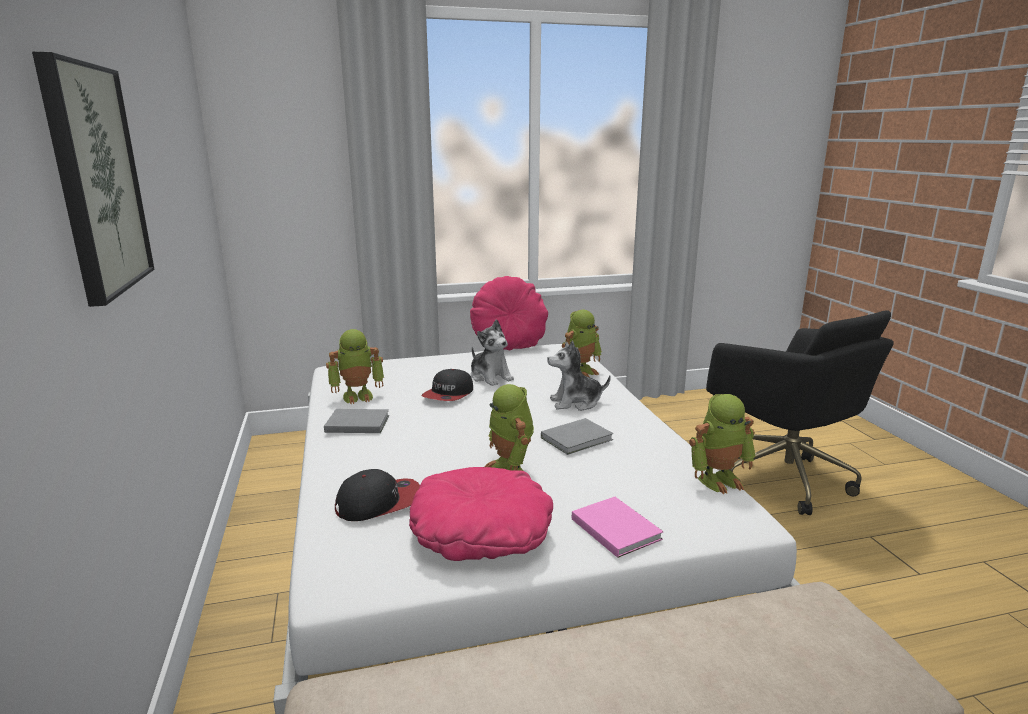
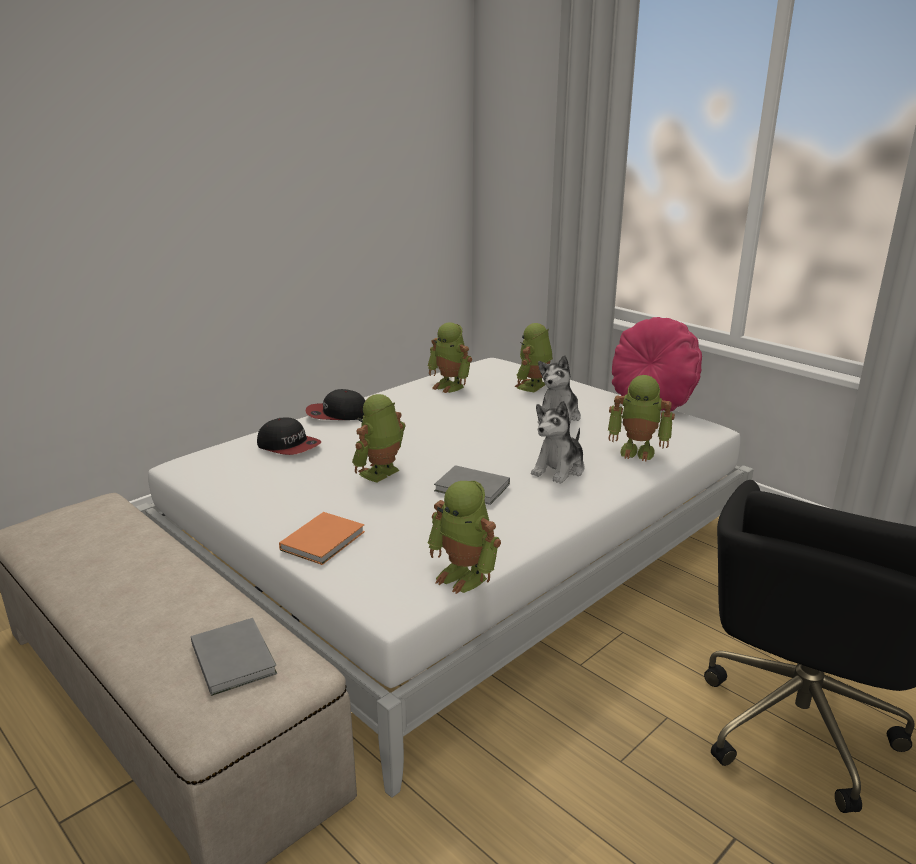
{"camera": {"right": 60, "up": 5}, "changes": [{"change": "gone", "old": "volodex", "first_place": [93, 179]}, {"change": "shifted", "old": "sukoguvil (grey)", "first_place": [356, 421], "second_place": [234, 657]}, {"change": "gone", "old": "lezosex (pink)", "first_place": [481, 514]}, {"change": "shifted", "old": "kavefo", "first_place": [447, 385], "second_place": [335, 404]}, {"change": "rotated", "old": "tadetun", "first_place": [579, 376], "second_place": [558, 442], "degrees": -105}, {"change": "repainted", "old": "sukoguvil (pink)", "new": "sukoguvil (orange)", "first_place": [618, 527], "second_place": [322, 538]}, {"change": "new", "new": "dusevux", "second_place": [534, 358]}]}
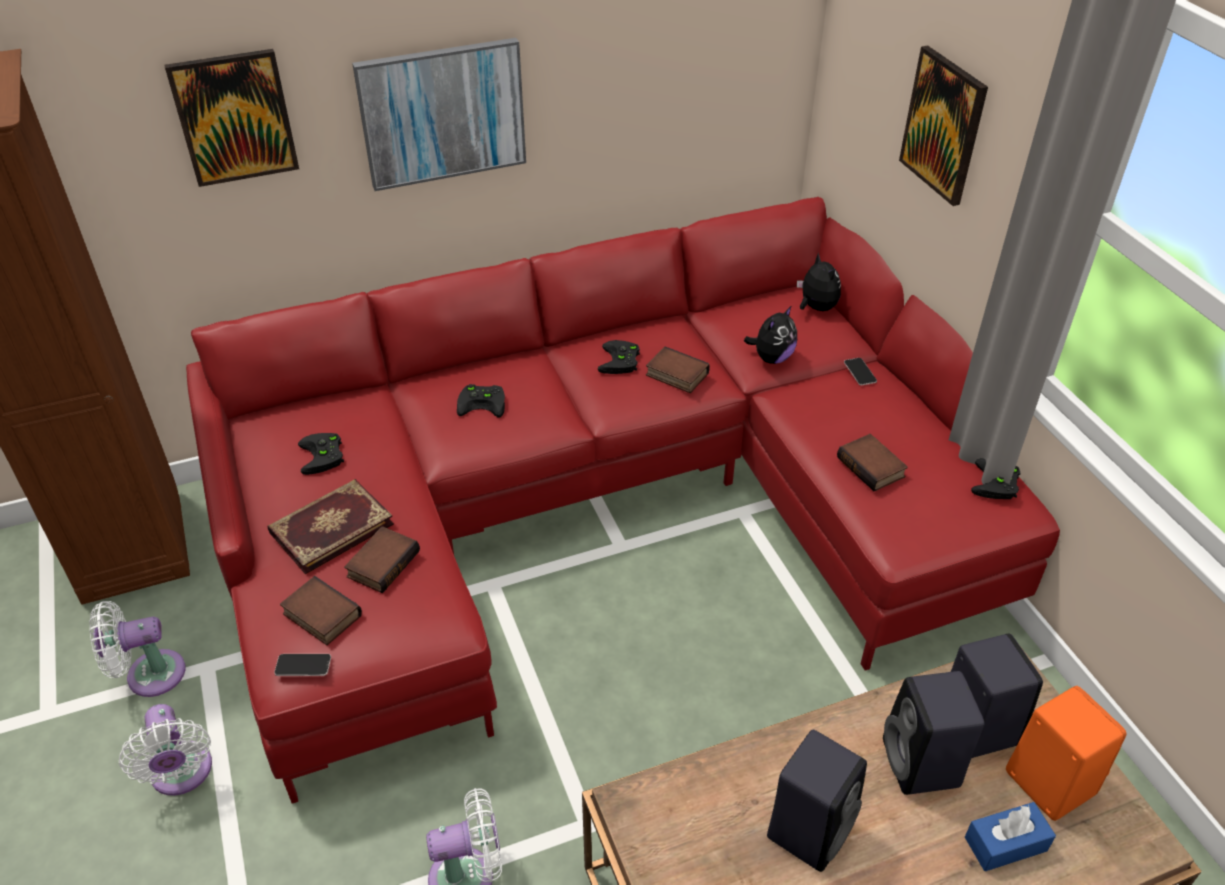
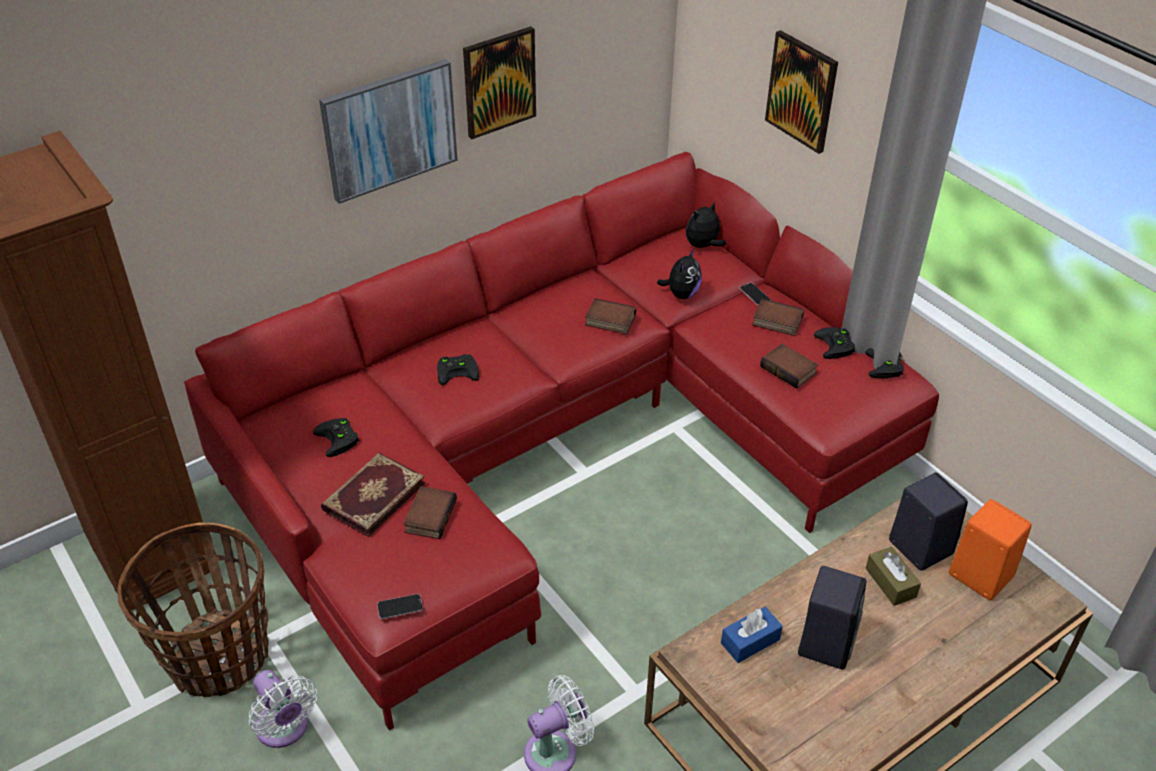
{"camera": {"right": -15, "up": 0}, "changes": [{"change": "swapped", "old": "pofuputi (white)", "new": "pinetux", "first_place": [137, 649], "second_place": [193, 609]}, {"change": "shifted", "old": "volodex", "first_place": [231, 118], "second_place": [499, 83]}, {"change": "shifted", "old": "sukoguvil", "first_place": [321, 610], "second_place": [778, 317]}, {"change": "shifted", "old": "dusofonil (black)", "first_place": [619, 357], "second_place": [834, 343]}, {"change": "rotated", "old": "tadetun", "first_place": [819, 282], "second_place": [706, 225], "degrees": -90}, {"change": "swapped", "old": "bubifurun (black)", "new": "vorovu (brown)", "first_place": [933, 733], "second_place": [893, 576]}, {"change": "shifted", "old": "vorovu (blue)", "first_place": [1010, 836], "second_place": [752, 635]}]}
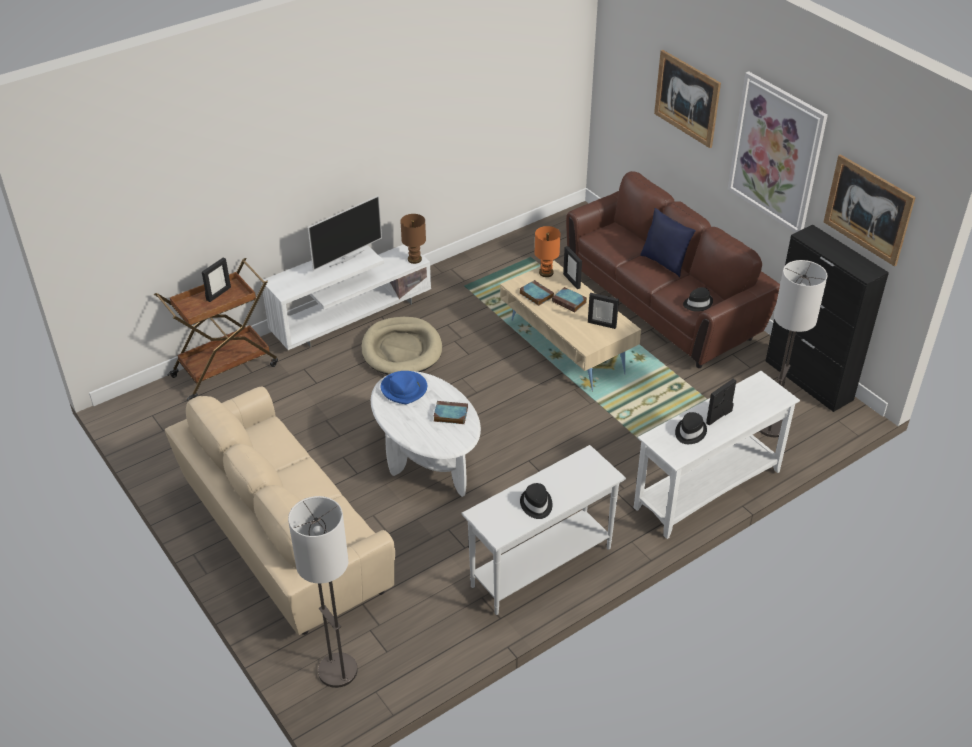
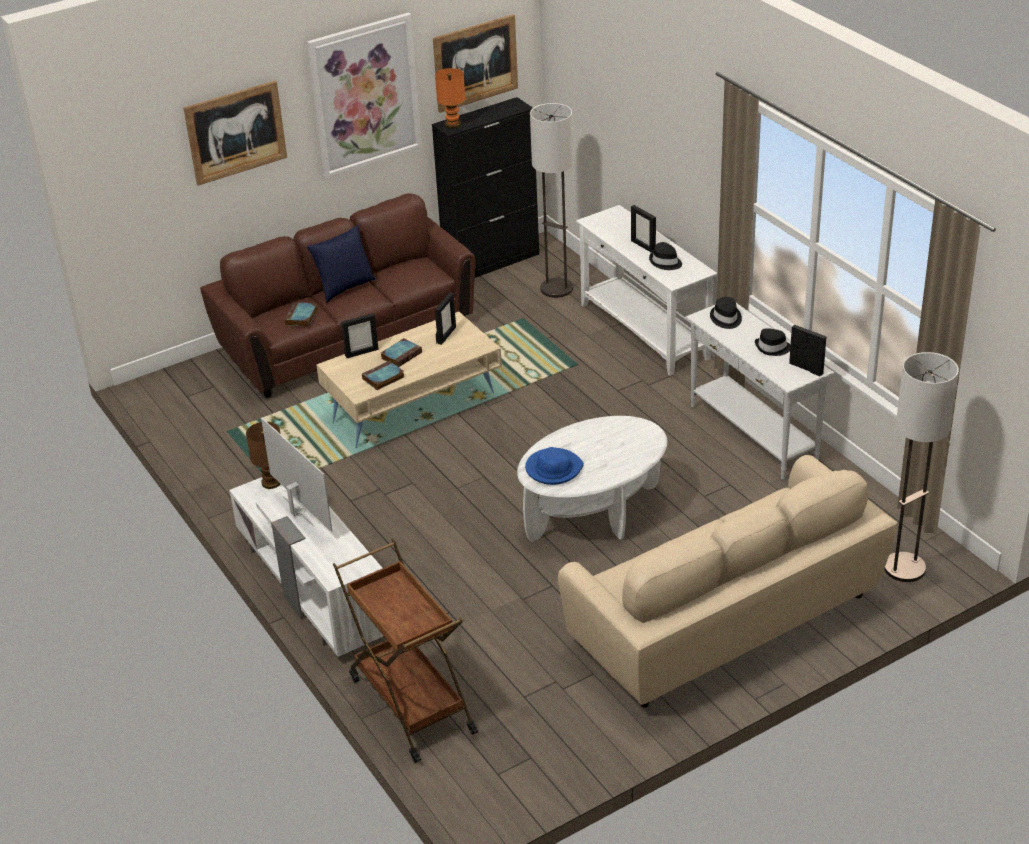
{"camera": {"right": -85, "up": -5}, "changes": [{"change": "shifted", "old": "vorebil", "first_place": [216, 279], "second_place": [807, 350]}, {"change": "gone", "old": "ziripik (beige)", "first_place": [401, 346]}, {"change": "shifted", "old": "sukoguvil", "first_place": [450, 412], "second_place": [301, 314]}, {"change": "shifted", "old": "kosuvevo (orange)", "first_place": [547, 251], "second_place": [450, 98]}, {"change": "shifted", "old": "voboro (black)", "first_place": [698, 299], "second_place": [726, 313]}]}
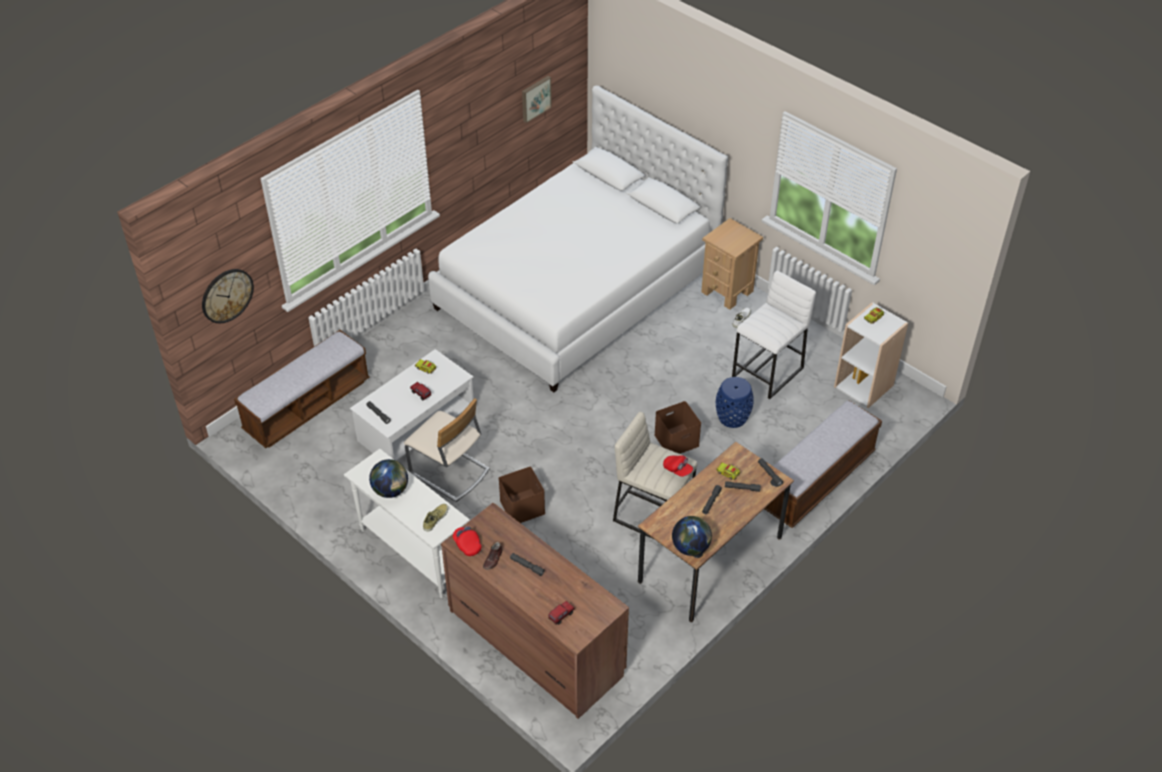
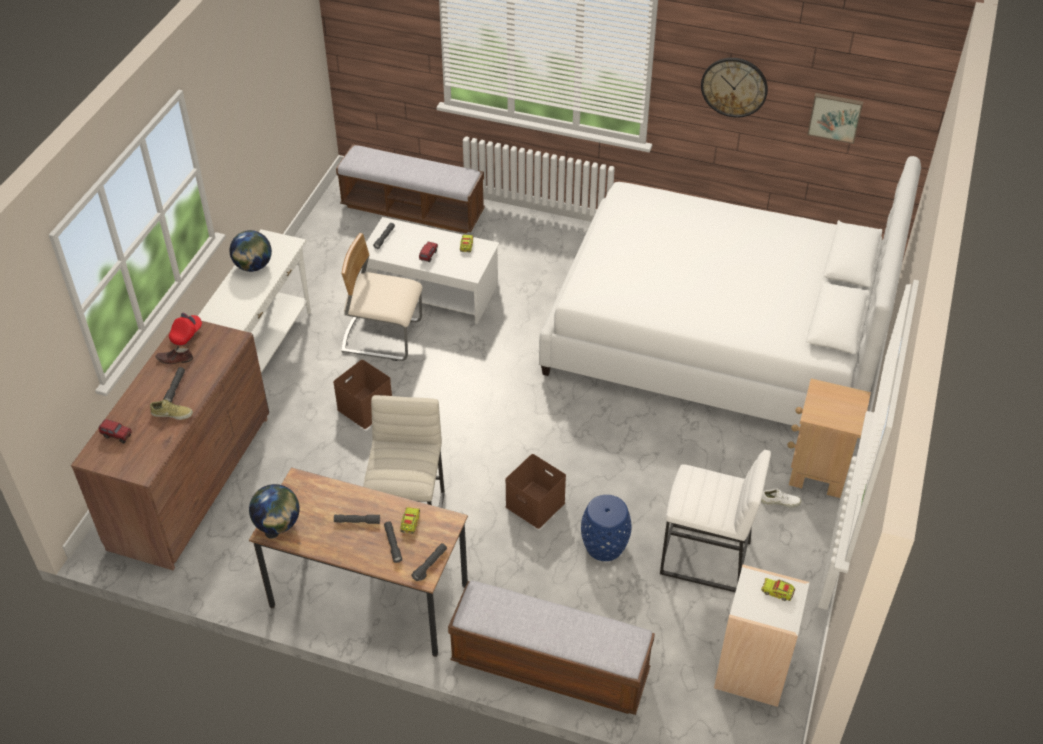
{"camera": {"right": 65, "up": 0}, "changes": [{"change": "shifted", "old": "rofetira", "first_place": [228, 296], "second_place": [734, 88]}, {"change": "rotated", "old": "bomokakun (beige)", "first_place": [447, 450], "second_place": [382, 297], "degrees": 90}, {"change": "shifted", "old": "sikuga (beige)", "first_place": [435, 518], "second_place": [171, 409]}, {"change": "gone", "old": "kavefo (red)", "first_place": [678, 466]}]}
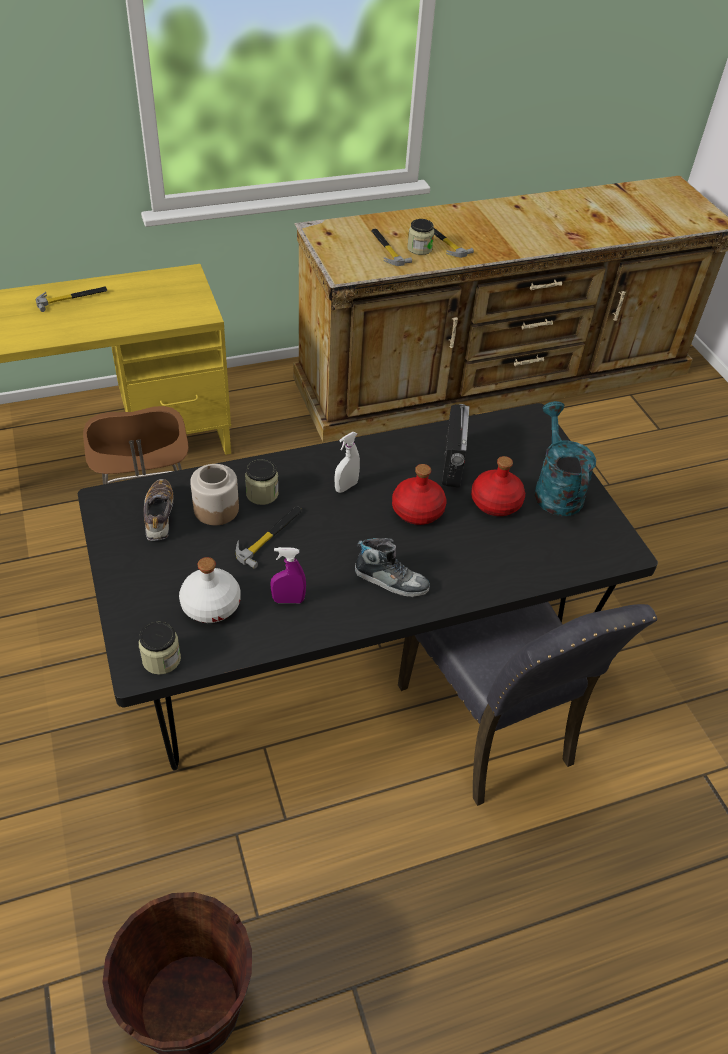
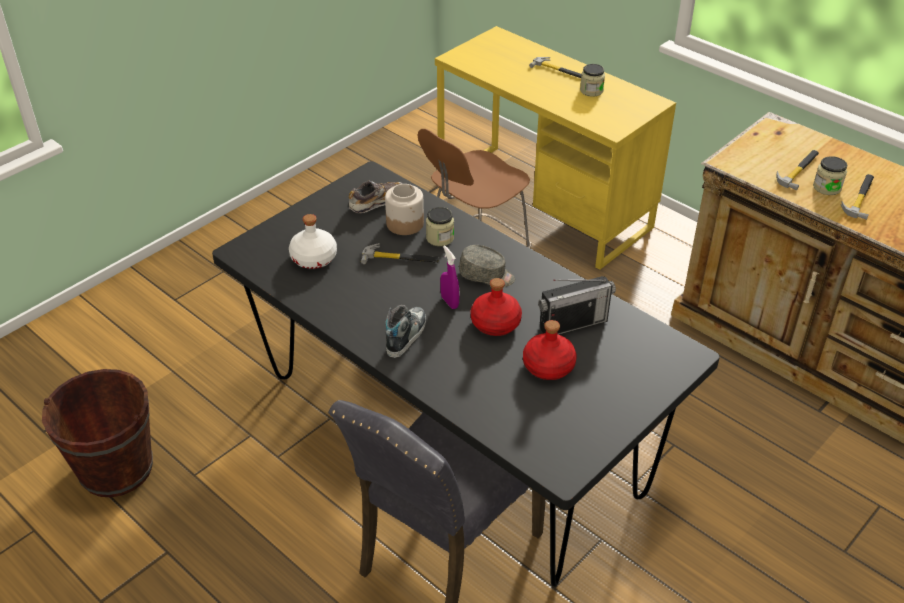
{"camera": {"right": 65, "up": -5}, "changes": [{"change": "shifted", "old": "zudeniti", "first_place": [160, 648], "second_place": [592, 80]}, {"change": "shifted", "old": "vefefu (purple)", "first_place": [288, 575], "second_place": [449, 277]}, {"change": "swapped", "old": "vefefu (white)", "new": "kavefo (grey)", "first_place": [347, 462], "second_place": [487, 266]}, {"change": "rotated", "old": "sikuga", "first_place": [392, 567], "second_place": [405, 331], "degrees": -150}, {"change": "gone", "old": "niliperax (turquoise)", "first_place": [565, 458]}]}
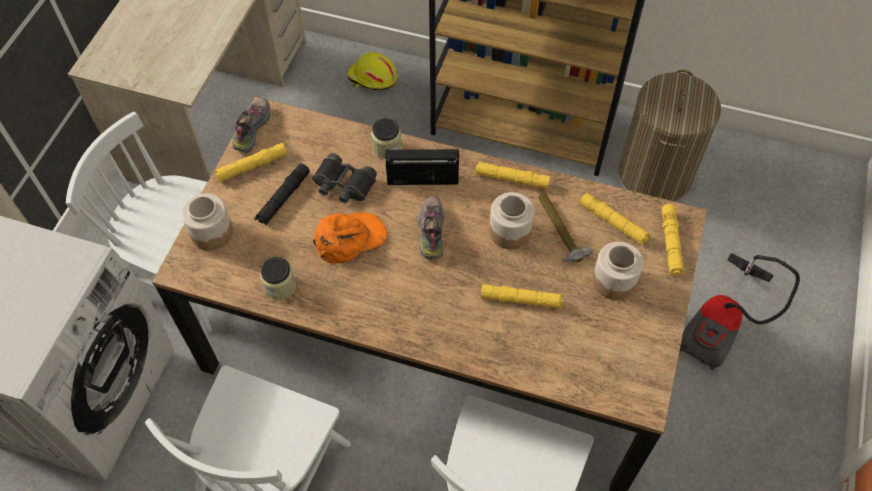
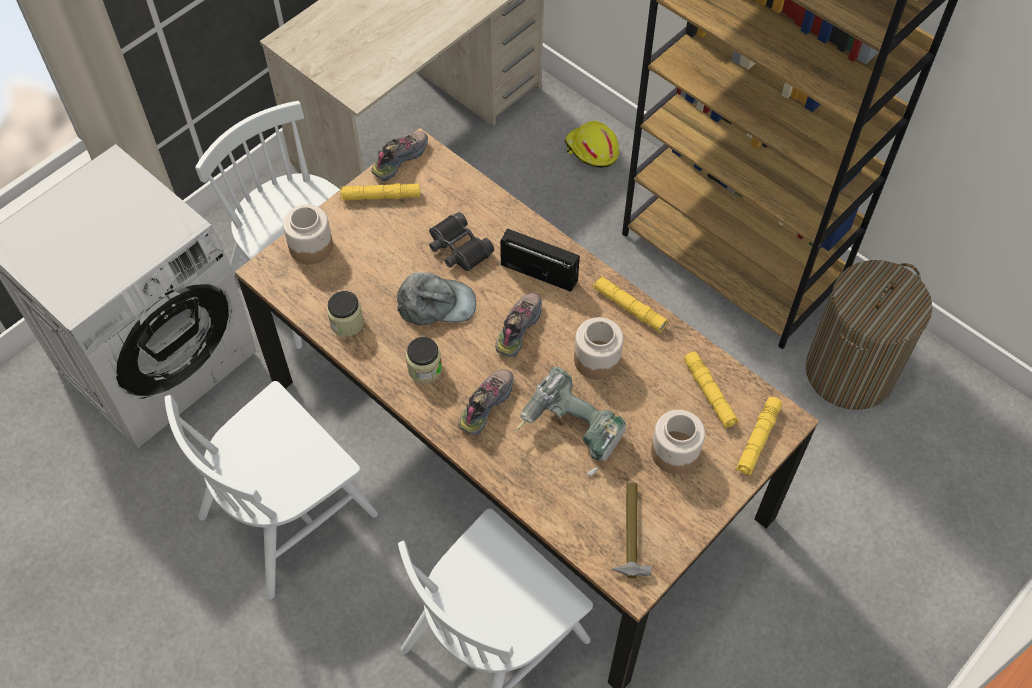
{"camera": {"right": 25, "up": 0}, "changes": [{"change": "gone", "old": "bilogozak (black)", "first_place": [282, 194]}, {"change": "repainted", "old": "kavefo (orange)", "new": "kavefo (grey)", "first_place": [350, 238], "second_place": [436, 298]}, {"change": "shifted", "old": "zudeniti", "first_place": [386, 138], "second_place": [424, 360]}, {"change": "swapped", "old": "bilogozak (yellow)", "new": "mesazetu", "first_place": [522, 296], "second_place": [570, 421]}, {"change": "shifted", "old": "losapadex", "first_place": [565, 228], "second_place": [632, 530]}, {"change": "gone", "old": "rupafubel", "first_place": [740, 311]}, {"change": "new", "new": "sikuga", "second_place": [486, 402]}]}
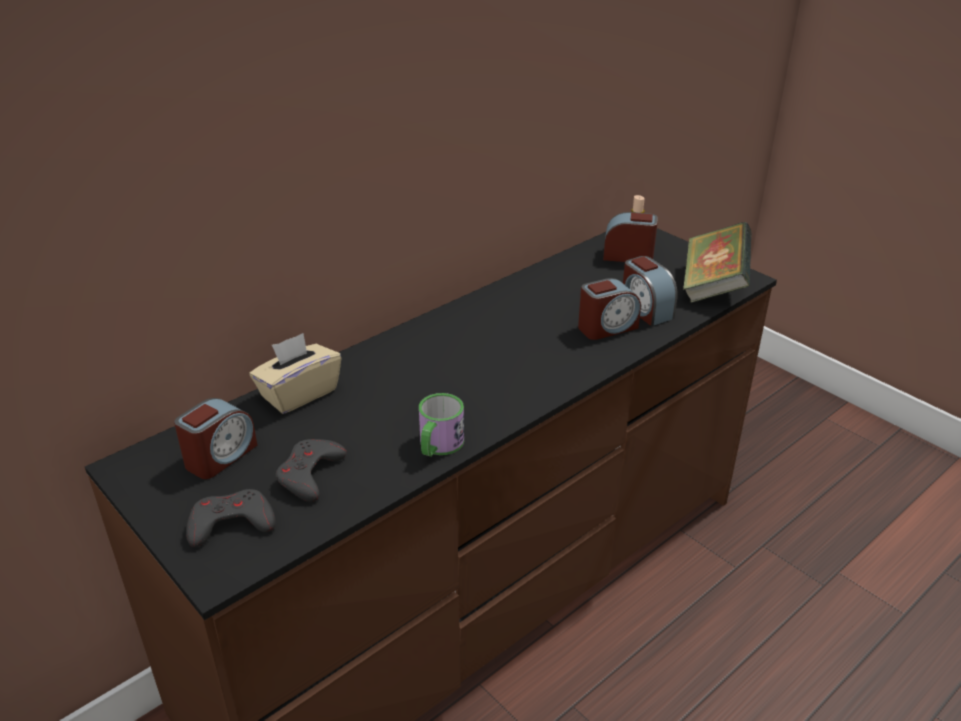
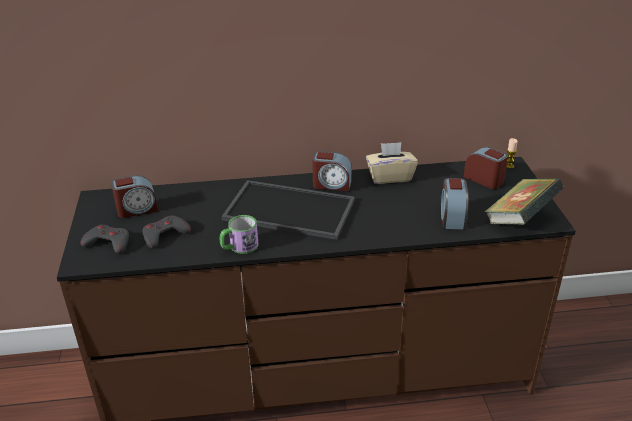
{"camera": {"right": 35, "up": 0}, "changes": [{"change": "shifted", "old": "vorovu (beige)", "first_place": [295, 373], "second_place": [392, 163]}, {"change": "shifted", "old": "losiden", "first_place": [609, 309], "second_place": [332, 171]}, {"change": "new", "new": "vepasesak", "second_place": [288, 210]}]}
